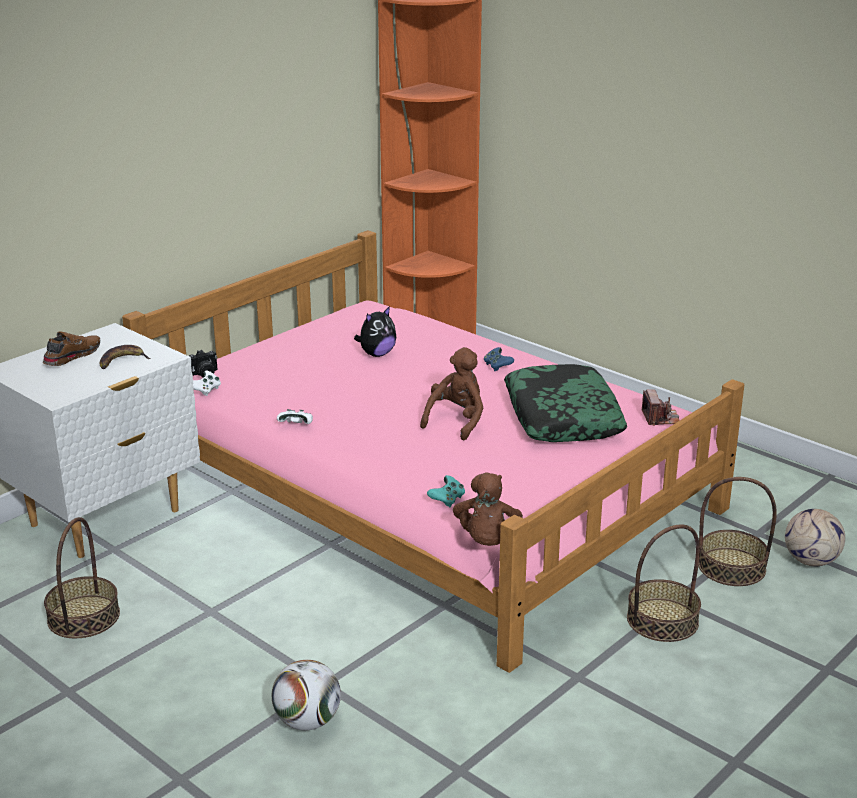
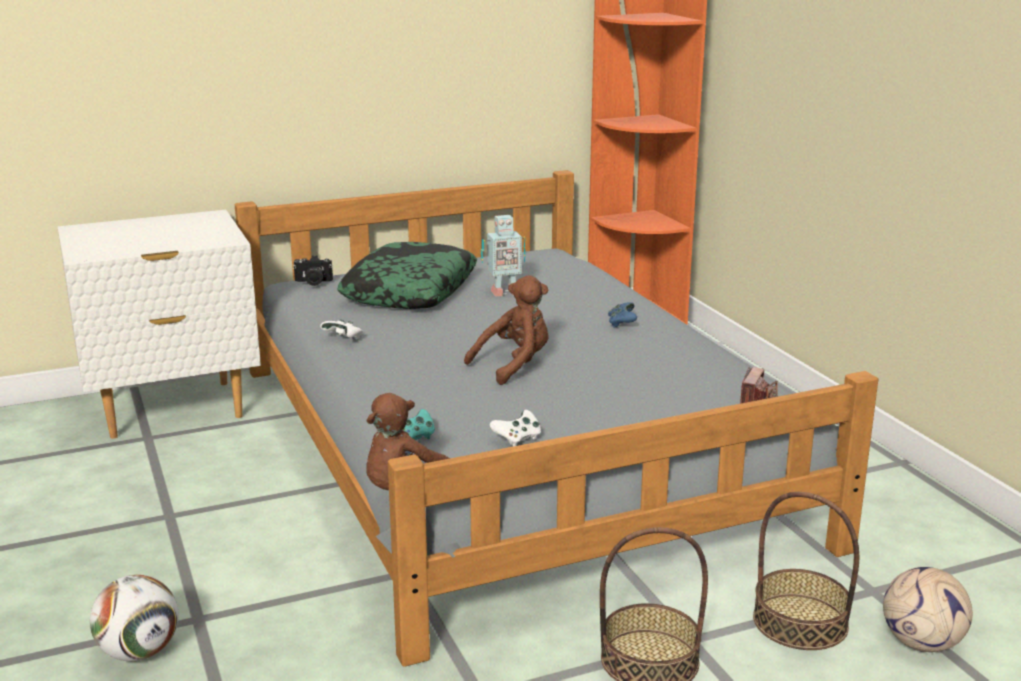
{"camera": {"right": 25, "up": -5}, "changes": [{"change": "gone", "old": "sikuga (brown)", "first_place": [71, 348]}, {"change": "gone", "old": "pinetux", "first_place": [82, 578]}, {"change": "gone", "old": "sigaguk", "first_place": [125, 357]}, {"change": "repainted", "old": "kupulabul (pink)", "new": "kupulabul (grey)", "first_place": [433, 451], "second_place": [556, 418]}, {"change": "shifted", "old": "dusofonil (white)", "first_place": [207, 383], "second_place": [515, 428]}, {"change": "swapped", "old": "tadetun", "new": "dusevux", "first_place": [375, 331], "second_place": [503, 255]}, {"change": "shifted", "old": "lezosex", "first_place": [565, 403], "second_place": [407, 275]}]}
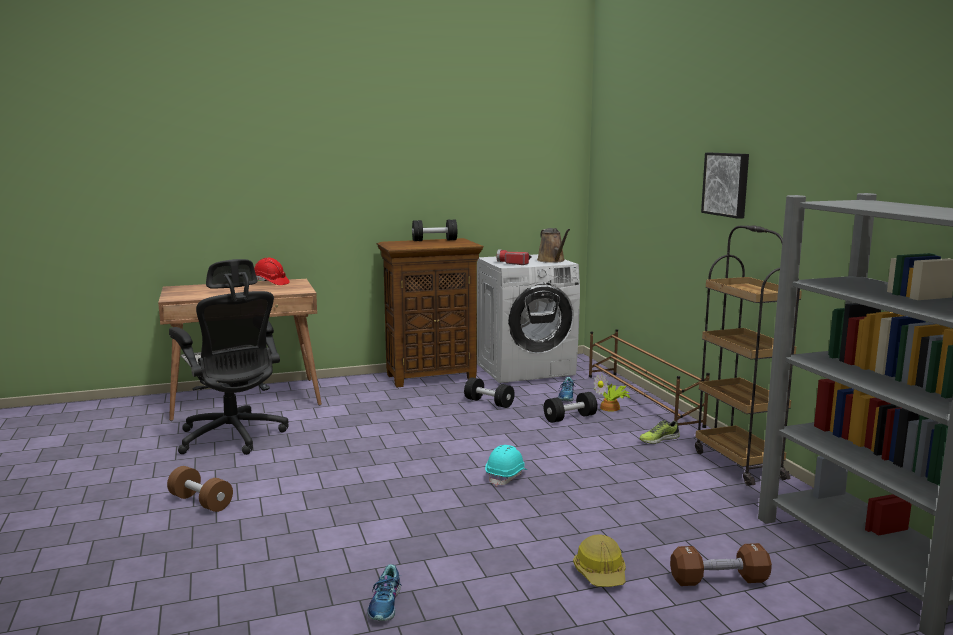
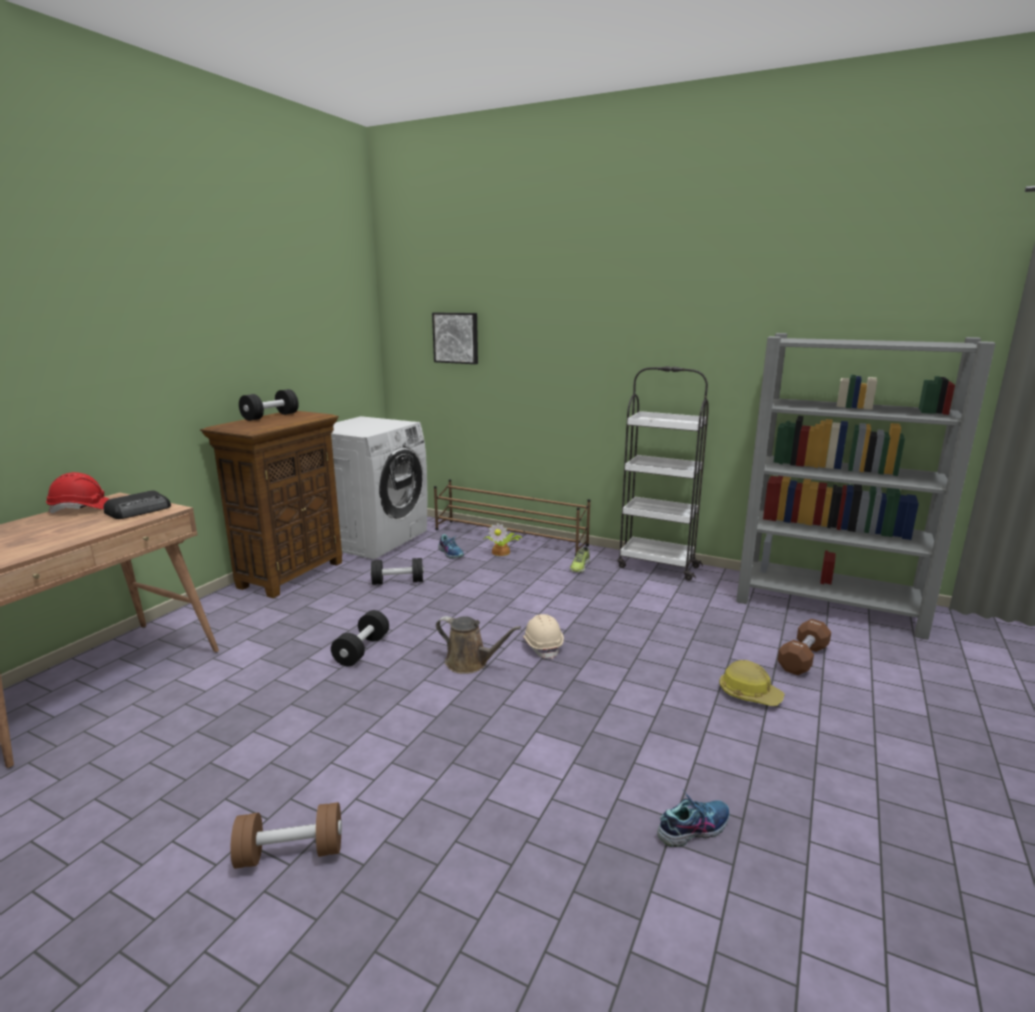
{"camera": {"right": -45, "up": 5}, "changes": [{"change": "gone", "old": "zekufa", "first_place": [229, 357]}, {"change": "rotated", "old": "sikuga", "first_place": [384, 592], "second_place": [693, 817], "degrees": -75}, {"change": "repainted", "old": "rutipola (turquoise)", "new": "rutipola (beige)", "first_place": [506, 466], "second_place": [543, 636]}, {"change": "gone", "old": "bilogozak", "first_place": [514, 257]}, {"change": "shifted", "old": "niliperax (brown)", "first_place": [553, 245], "second_place": [478, 645]}, {"change": "shifted", "old": "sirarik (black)", "first_place": [570, 407], "second_place": [360, 638]}, {"change": "repainted", "old": "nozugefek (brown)", "new": "nozugefek (white)", "first_place": [748, 355], "second_place": [663, 473]}, {"change": "shifted", "old": "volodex", "first_place": [725, 186], "second_place": [455, 338]}, {"change": "new", "new": "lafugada", "second_place": [137, 505]}]}
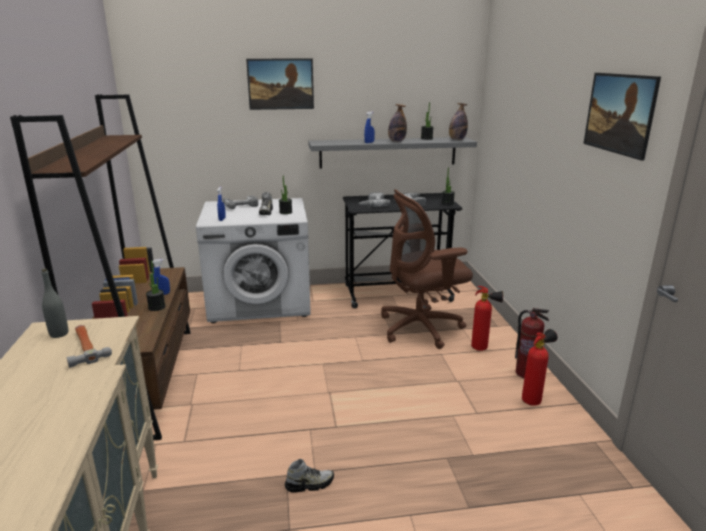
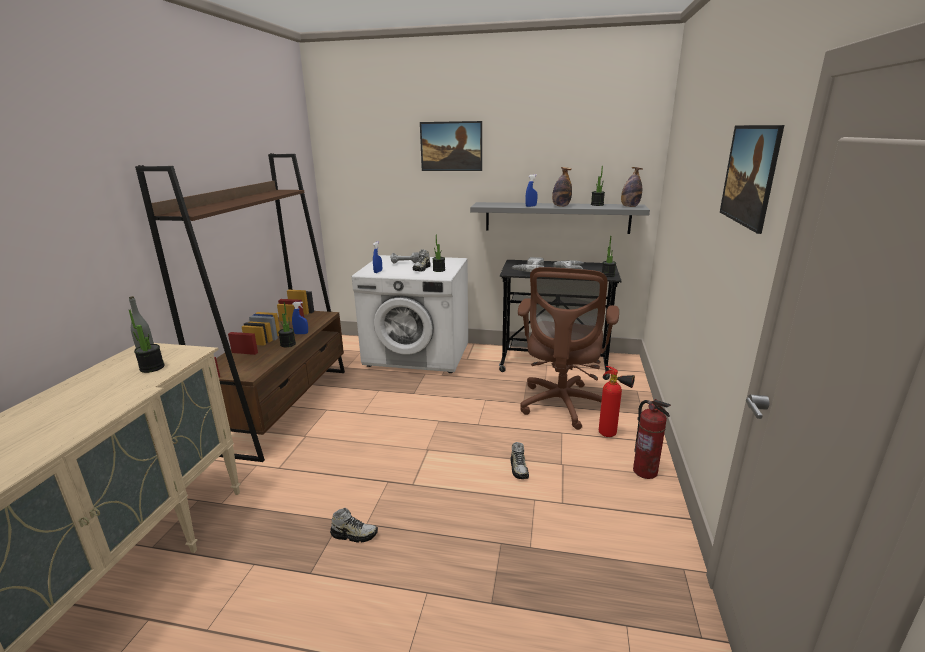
{"camera": {"right": 20, "up": 0}, "changes": [{"change": "swapped", "old": "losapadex", "new": "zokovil", "first_place": [89, 346], "second_place": [146, 341]}, {"change": "rotated", "old": "zekufa (brown)", "first_place": [427, 269], "second_place": [568, 348], "degrees": -75}, {"change": "gone", "old": "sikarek", "first_place": [540, 367]}, {"change": "new", "new": "sikuga", "second_place": [520, 460]}]}
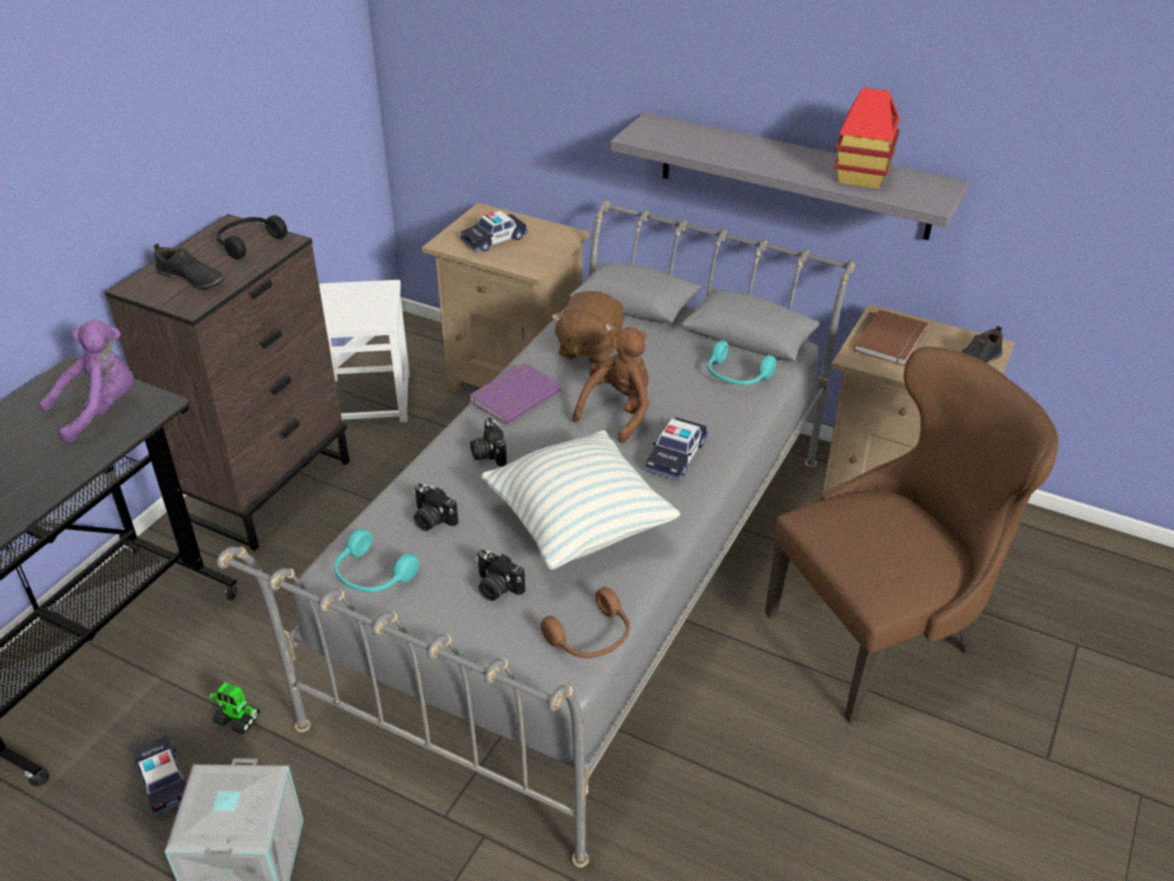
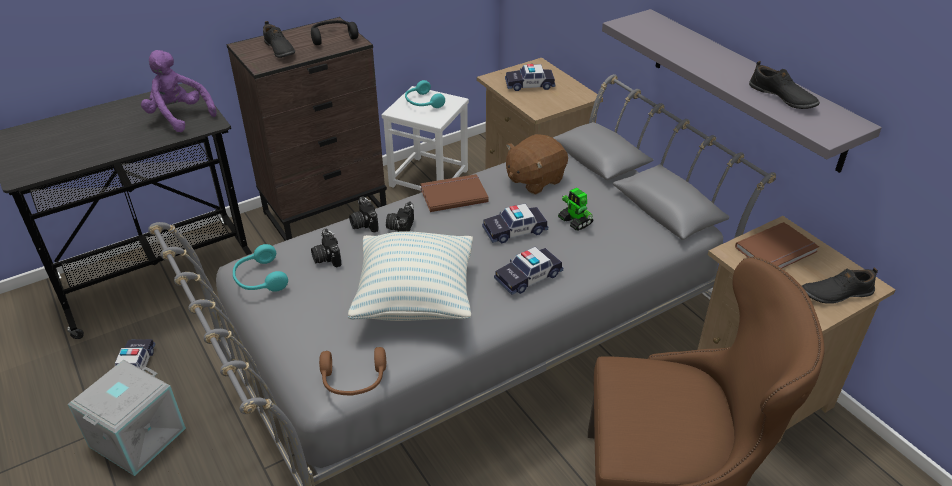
{"camera": {"right": 30, "up": 0}, "changes": [{"change": "rotated", "old": "tadetun (purple)", "first_place": [86, 381], "second_place": [179, 91], "degrees": -135}, {"change": "shifted", "old": "dusevux", "first_place": [234, 708], "second_place": [575, 209]}, {"change": "repainted", "old": "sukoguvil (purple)", "new": "sukoguvil (brown)", "first_place": [515, 393], "second_place": [454, 193]}, {"change": "shifted", "old": "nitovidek", "first_place": [500, 575], "second_place": [364, 214]}, {"change": "swapped", "old": "tadetun (brown)", "new": "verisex", "first_place": [610, 385], "second_place": [515, 223]}, {"change": "shifted", "old": "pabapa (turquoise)", "first_place": [742, 362], "second_place": [425, 94]}, {"change": "swapped", "old": "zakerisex", "new": "sikuga (black)", "first_place": [867, 138], "second_place": [784, 85]}]}
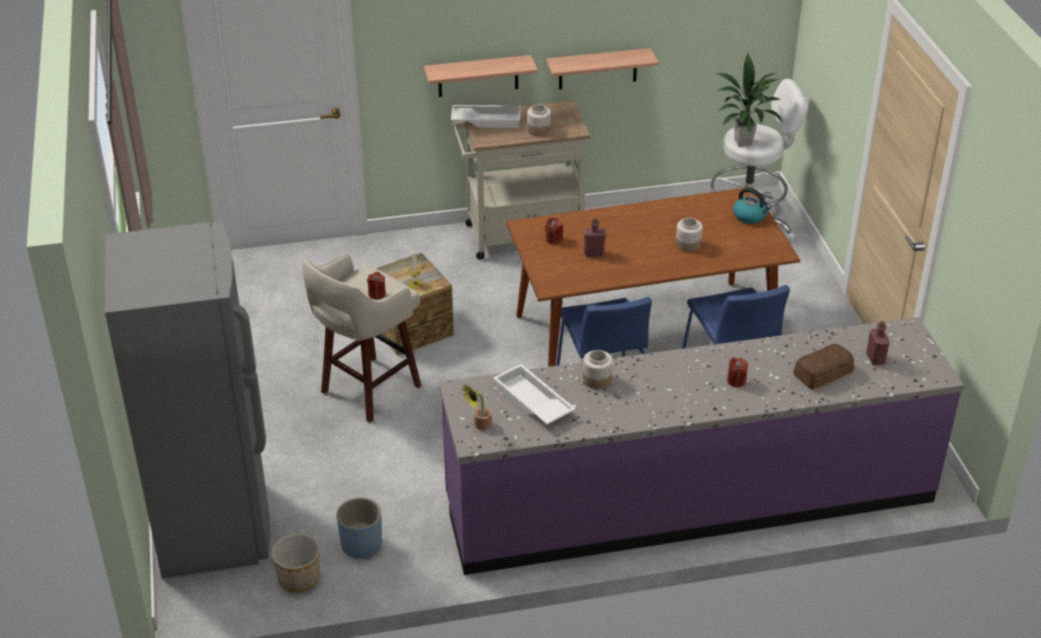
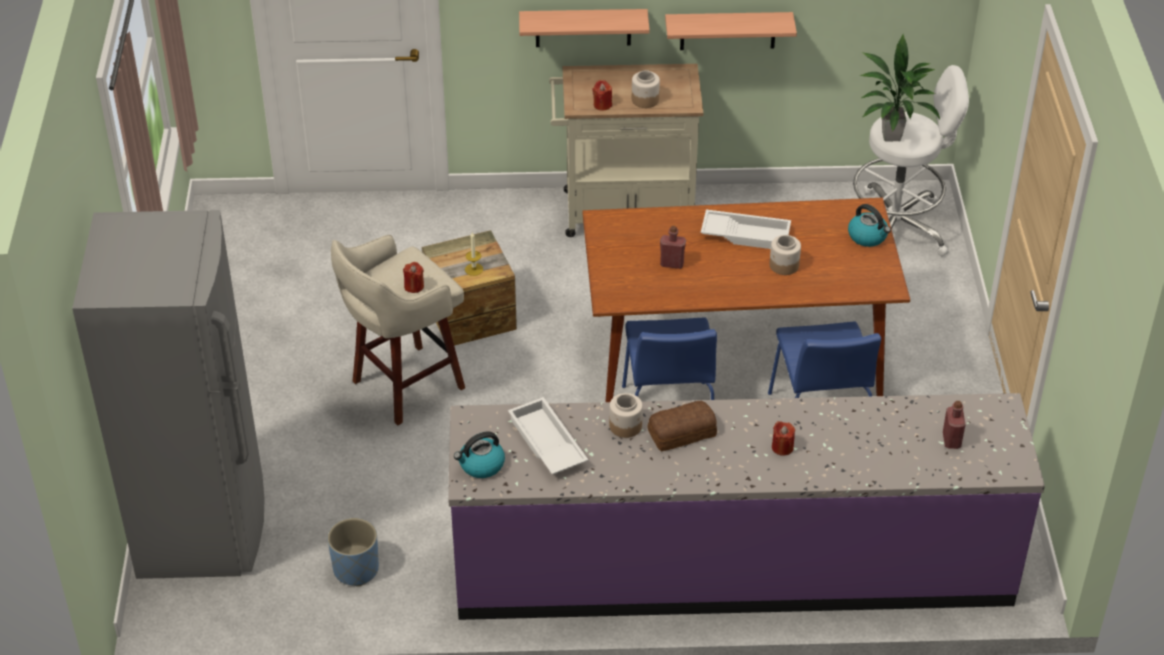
{"camera": {"right": 10, "up": 5}, "changes": [{"change": "gone", "old": "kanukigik", "first_place": [295, 563]}, {"change": "shifted", "old": "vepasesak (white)", "first_place": [486, 116], "second_place": [746, 229]}, {"change": "swapped", "old": "zokovil", "new": "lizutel", "first_place": [476, 407], "second_place": [479, 455]}, {"change": "shifted", "old": "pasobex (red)", "first_place": [554, 231], "second_place": [602, 95]}, {"change": "shifted", "old": "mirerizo", "first_place": [824, 367], "second_place": [682, 426]}]}
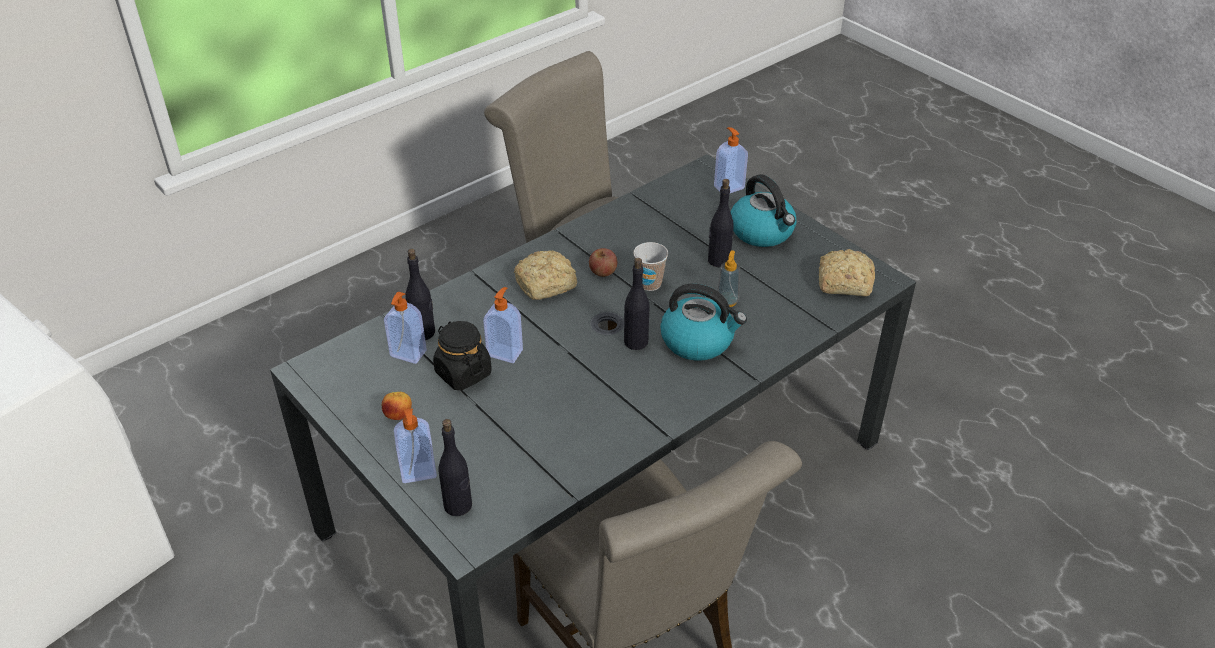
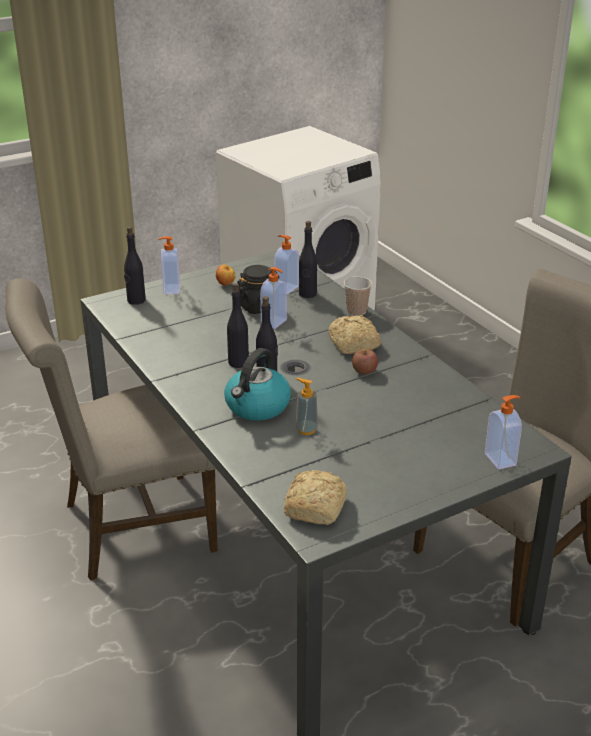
{"camera": {"right": 100, "up": -10}, "changes": [{"change": "shifted", "old": "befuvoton", "first_place": [650, 266], "second_place": [358, 296]}, {"change": "shifted", "old": "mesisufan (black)", "first_place": [721, 223], "second_place": [238, 325]}, {"change": "gone", "old": "lizutel", "first_place": [763, 210]}]}
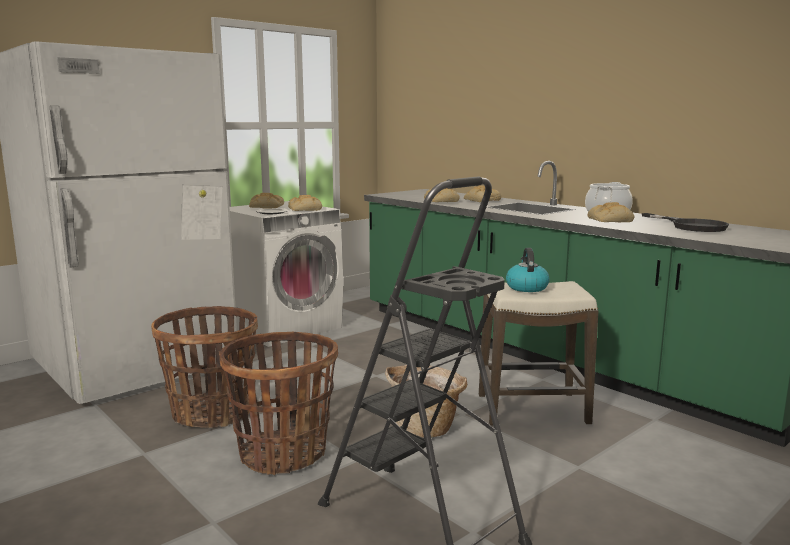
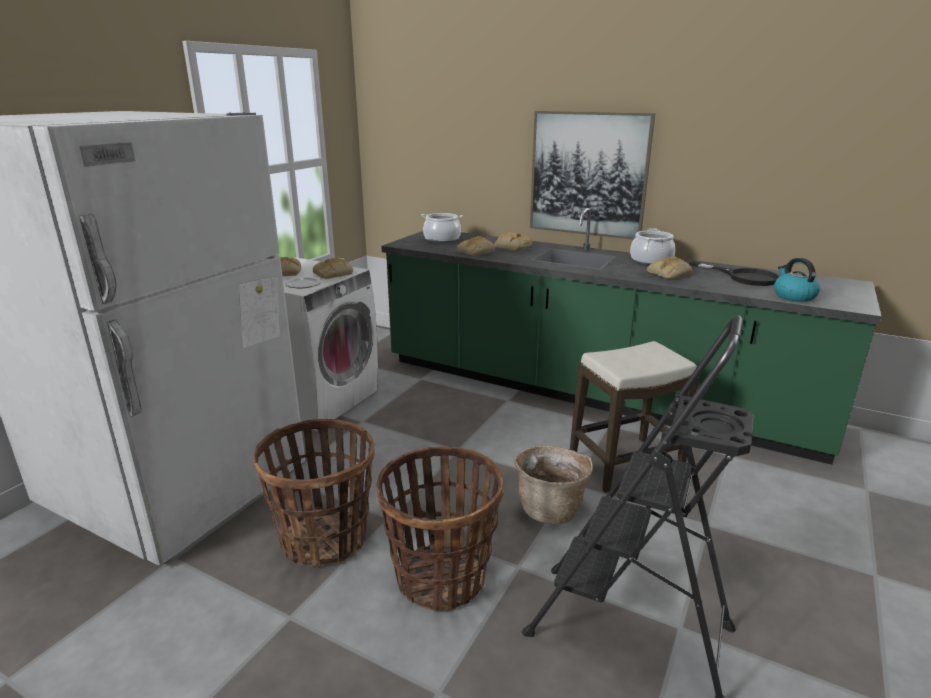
{"camera": {"right": -20, "up": 10}, "changes": [{"change": "shifted", "old": "lizutel", "first_place": [528, 270], "second_place": [797, 280]}, {"change": "new", "new": "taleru", "second_place": [442, 228]}, {"change": "new", "new": "volodex", "second_place": [592, 175]}]}
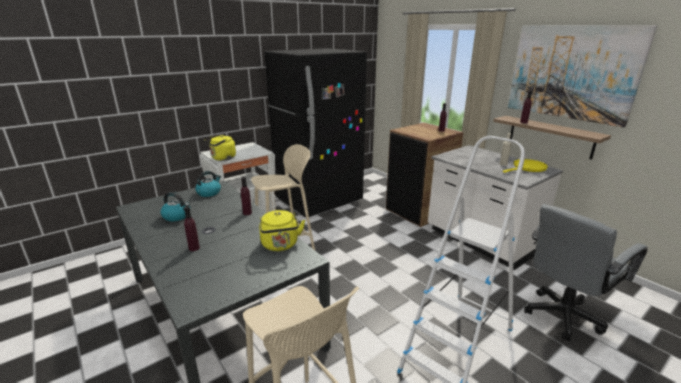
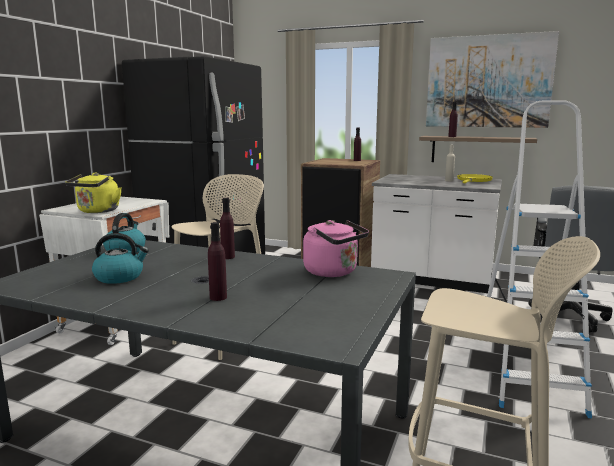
{"camera": {"right": -30, "up": -10}, "changes": [{"change": "repainted", "old": "lizutel (yellow)", "new": "lizutel (pink)", "first_place": [282, 230], "second_place": [336, 248]}]}
